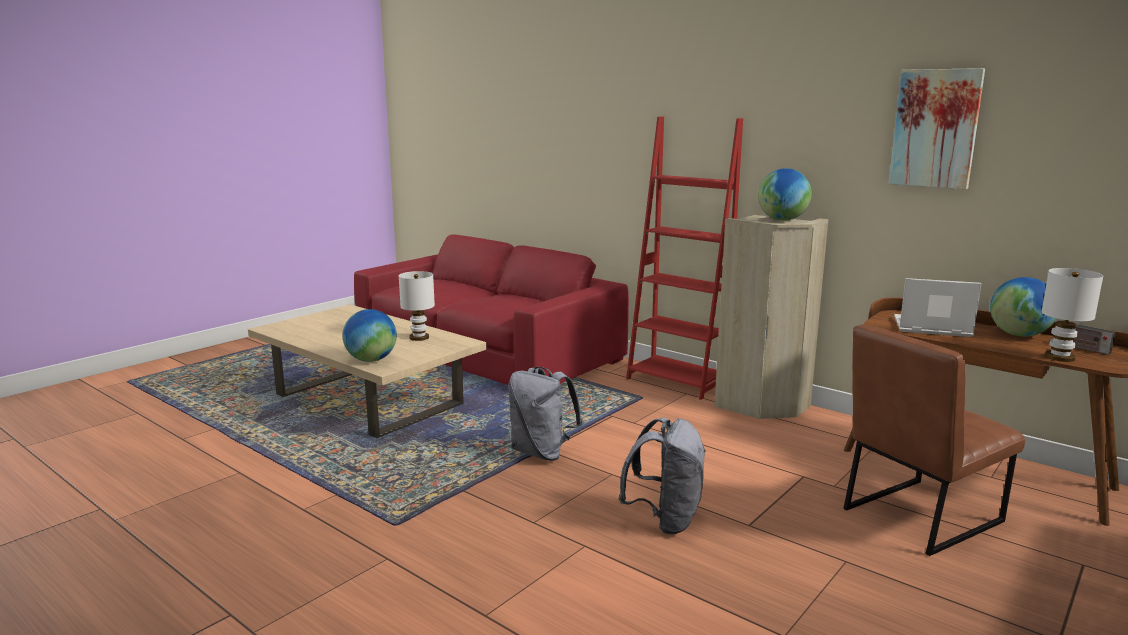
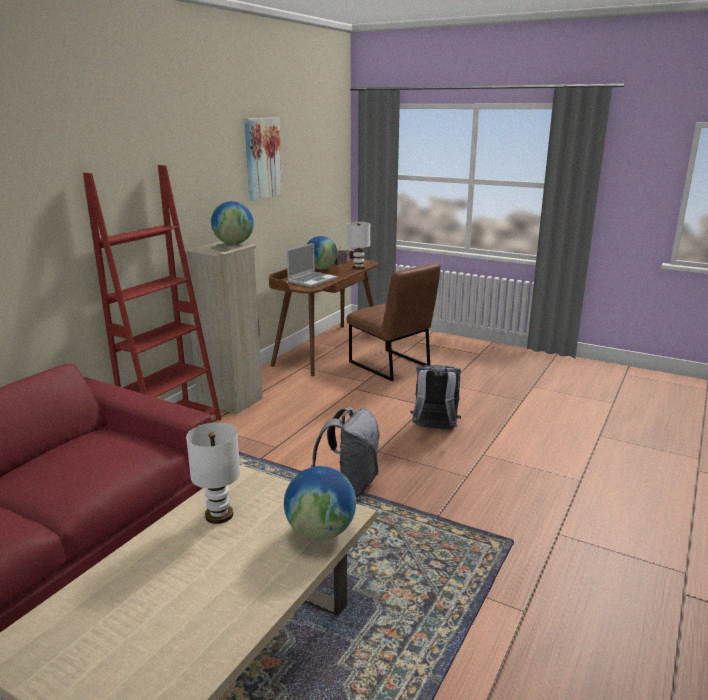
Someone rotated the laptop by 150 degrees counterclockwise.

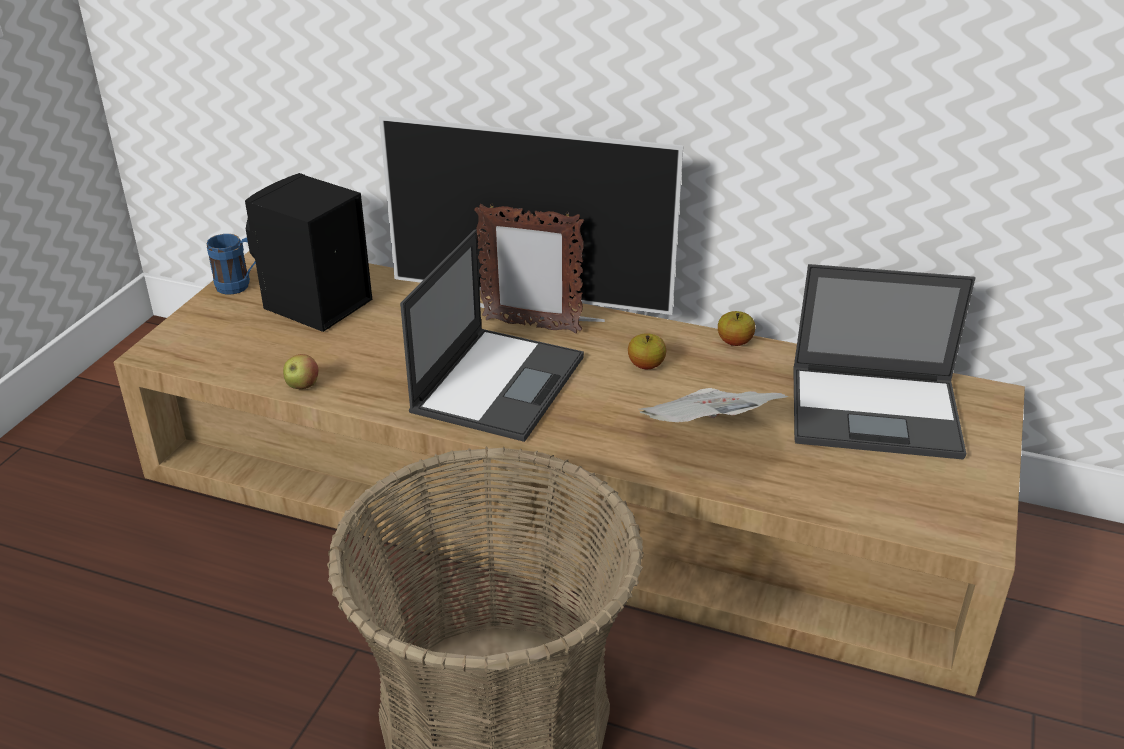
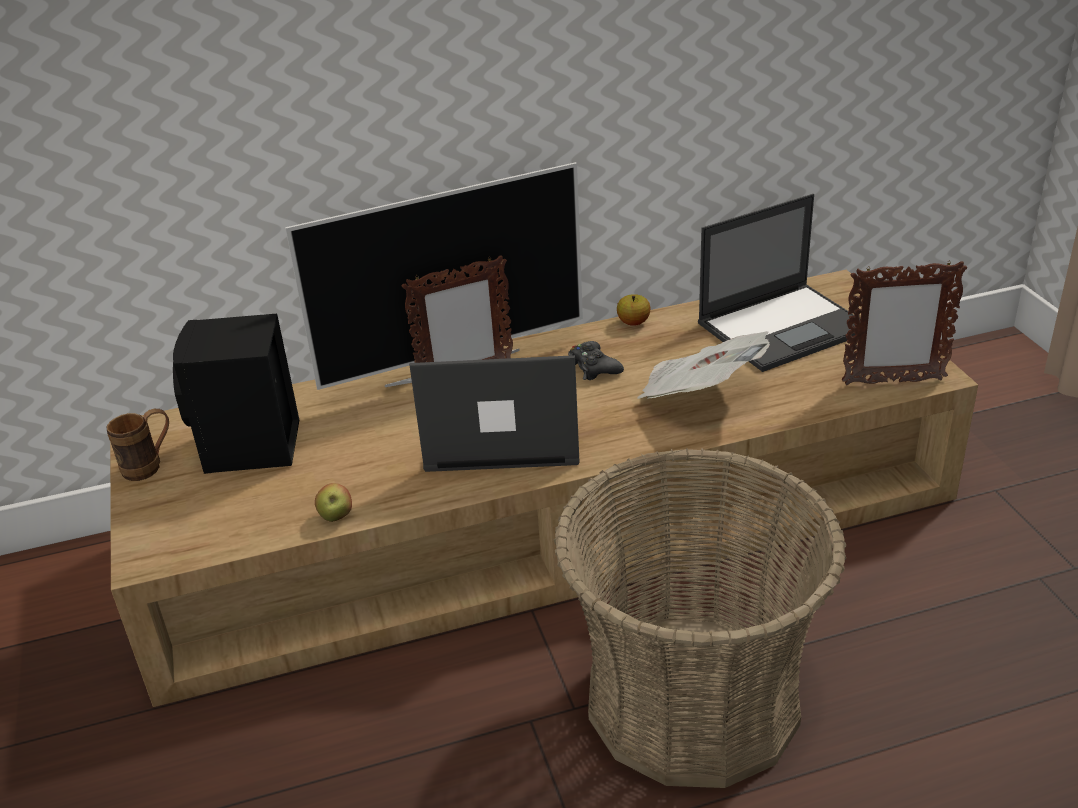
Someone repainted the mug (blue), which became the mug (brown).
Someone rotated the laptop (1st from left) by 75 degrees counterclockwise.
Someone swapped the apple (2nd from left) for the game controller (black).
Someone put down the picture frame (2nd from left).

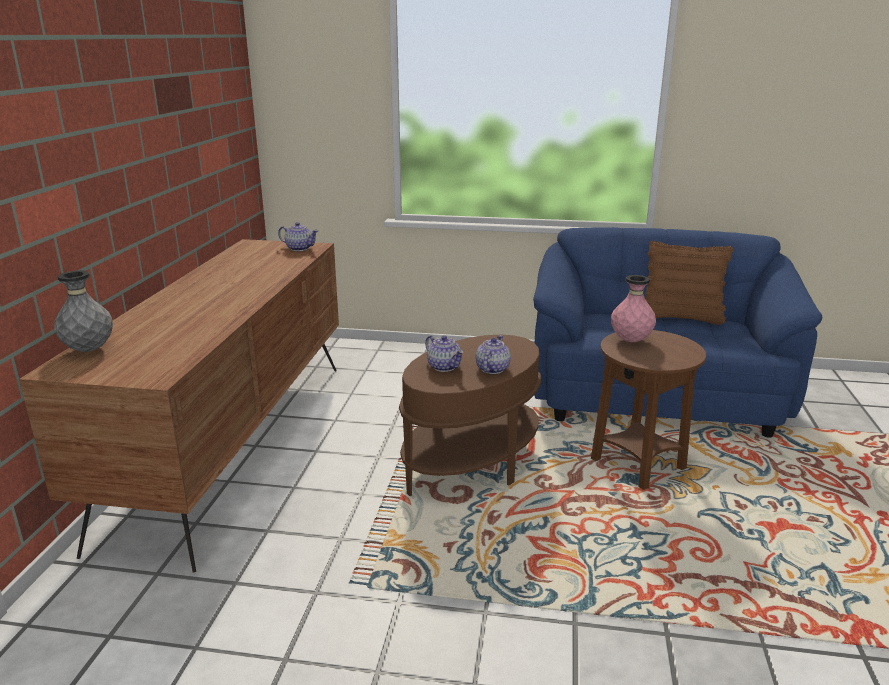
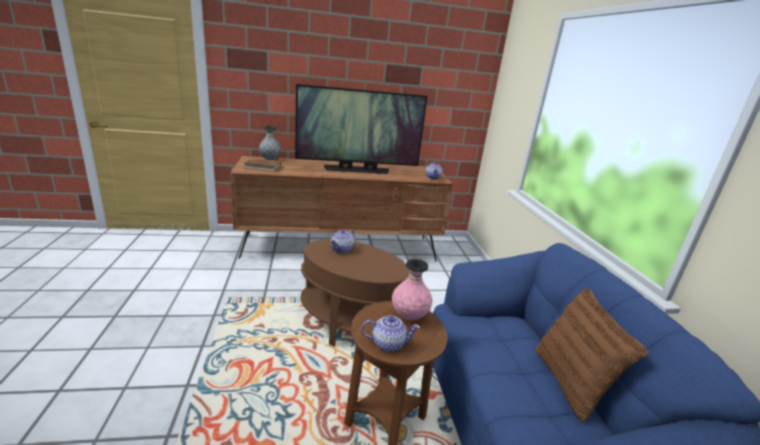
Someone carried the teapot (3rd from left in the first image).
Someone put down the book (brown).
Someone put down the television.

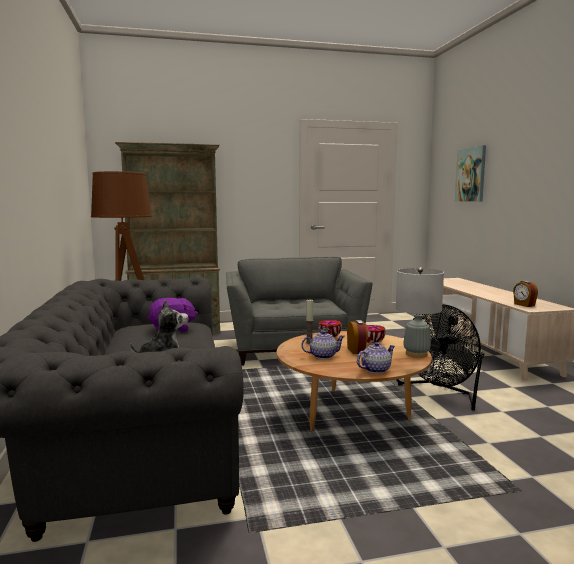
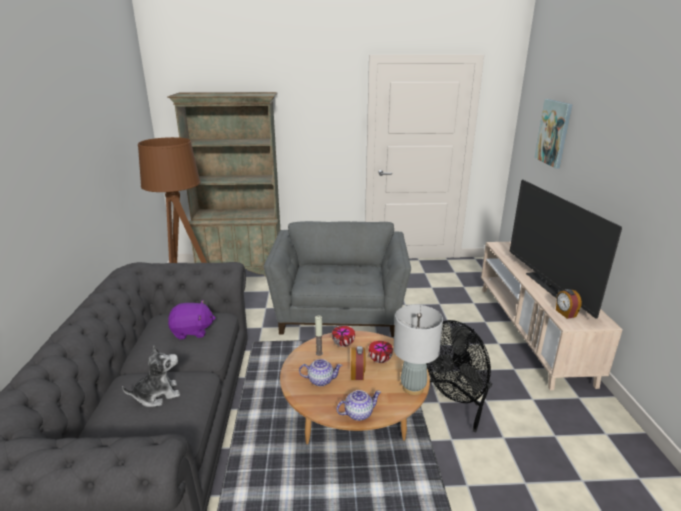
Someone put down the television.

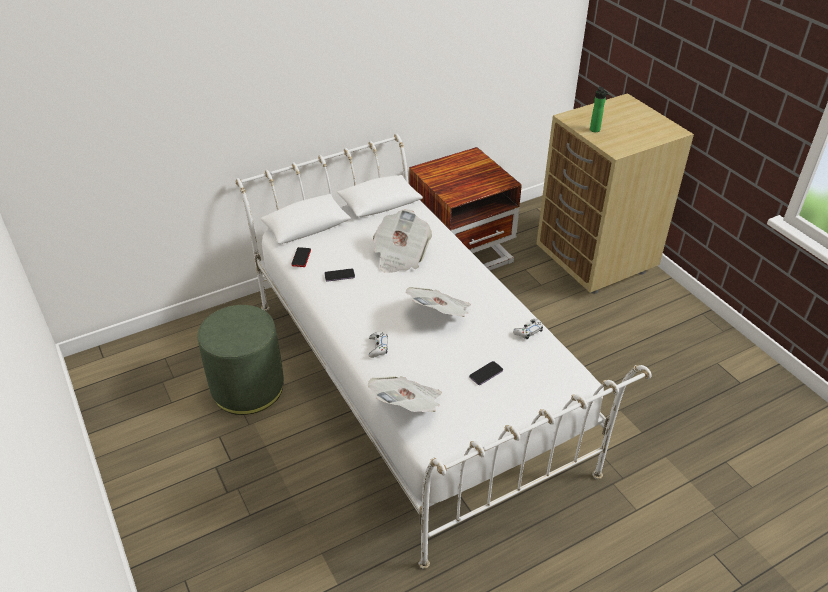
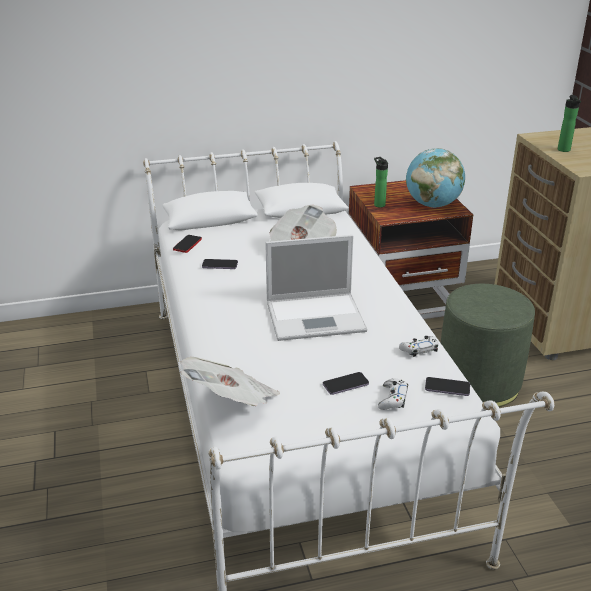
Someone carried the ottoman (green).
Someone carried the game controller (white) (1st from left).
Someone swapped the newspaper (3rd from left) for the laptop.
Someone put down the bottle (1st from left).
Someone put down the globe.
Someone put down the phone (4th from left).

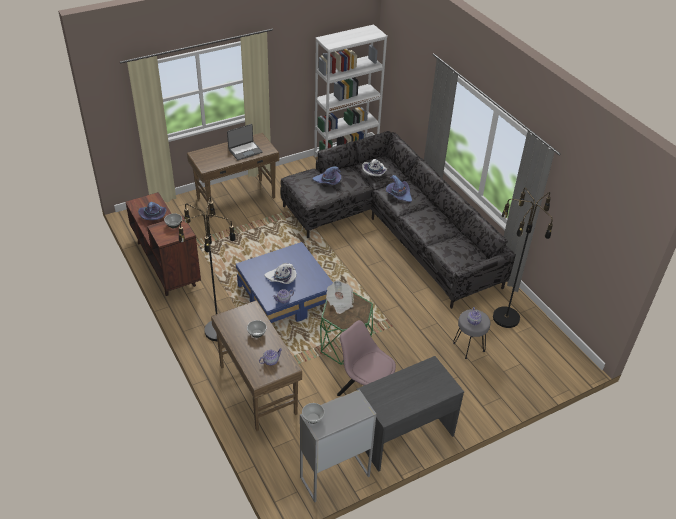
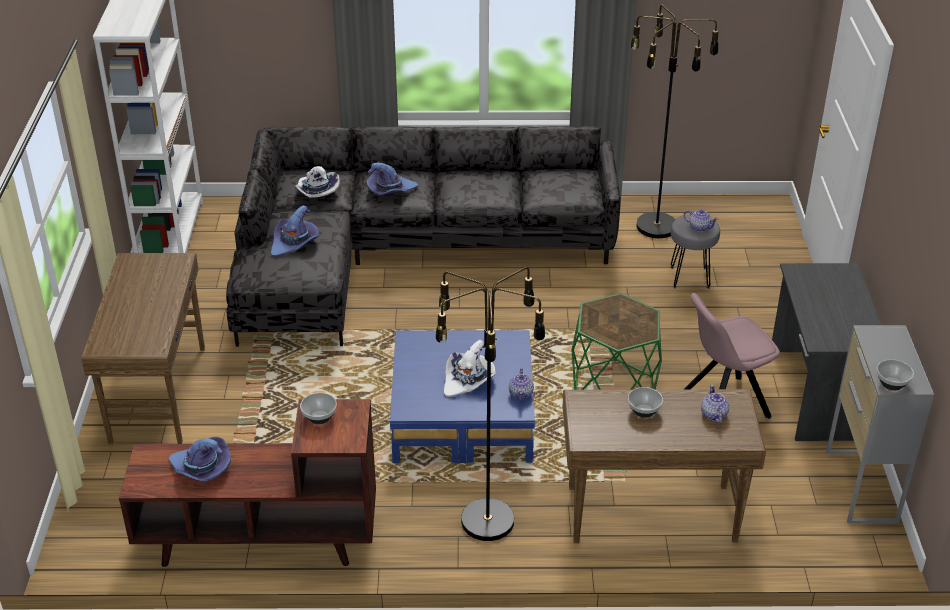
Someone took away the laptop.
Someone took away the newspaper.

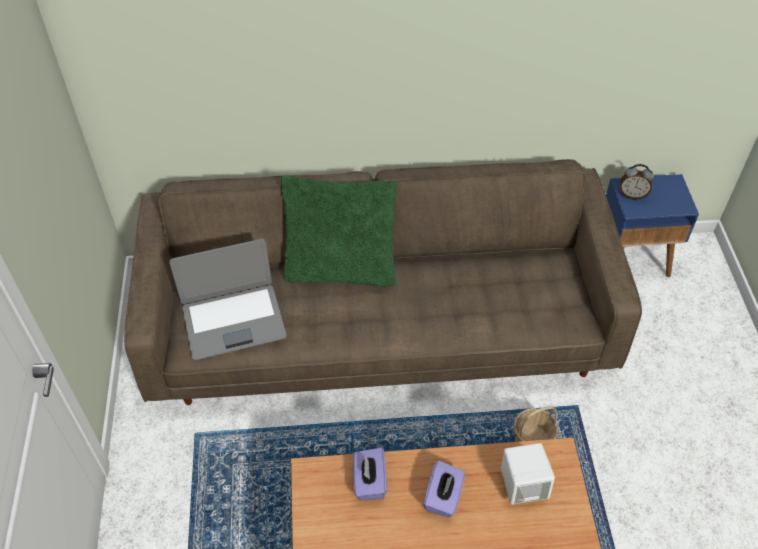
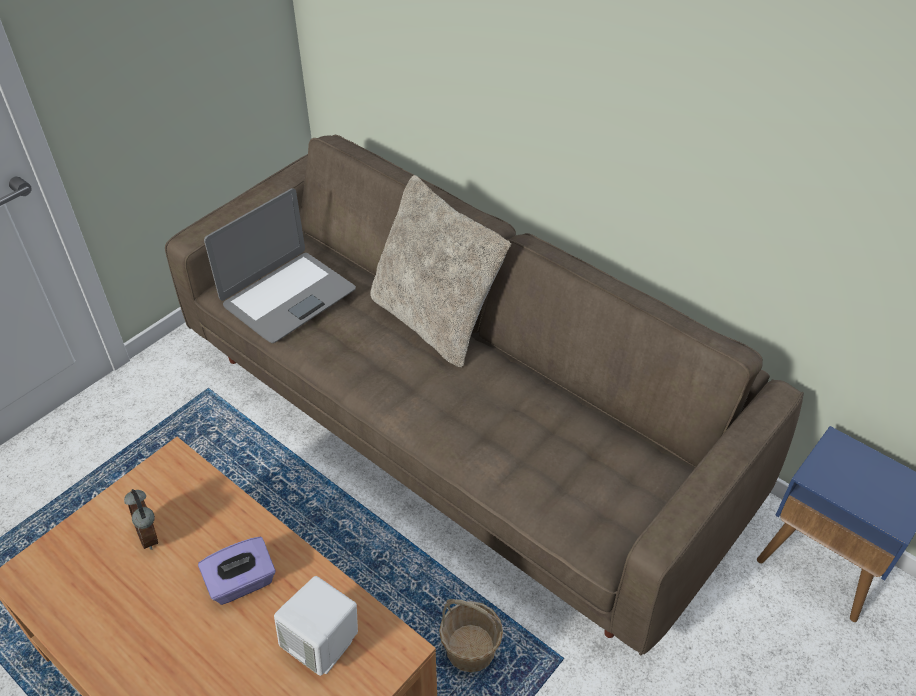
Someone rotated the laptop by 75 degrees counterclockwise.
Someone repainted the pillow (green), which became the pillow (beige).
Someone took away the tissue box (purple) (1st from left).
Someone carried the alarm clock.

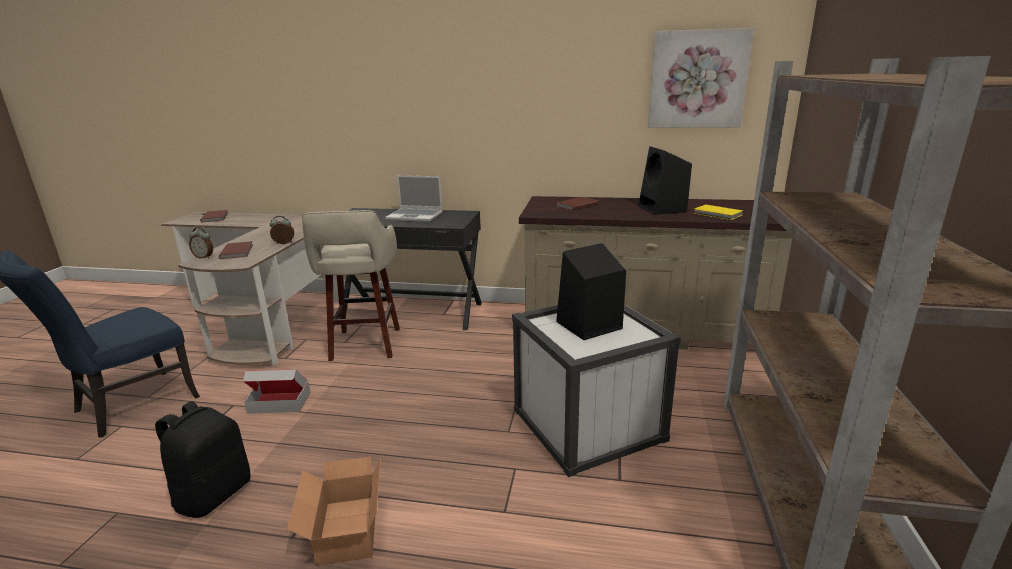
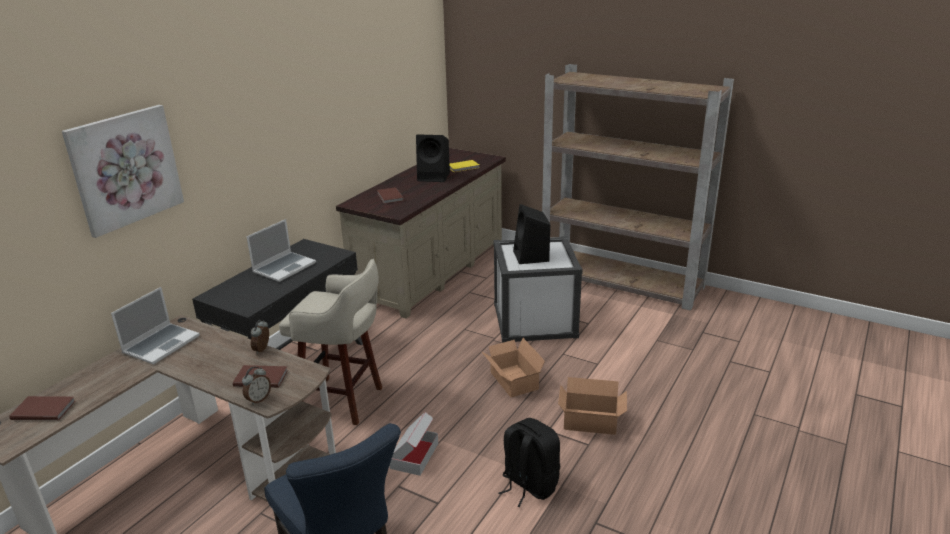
Someone carried the picture.
Someone put down the laptop (1st from left).
Someone put down the cardboard box (2nd from left).

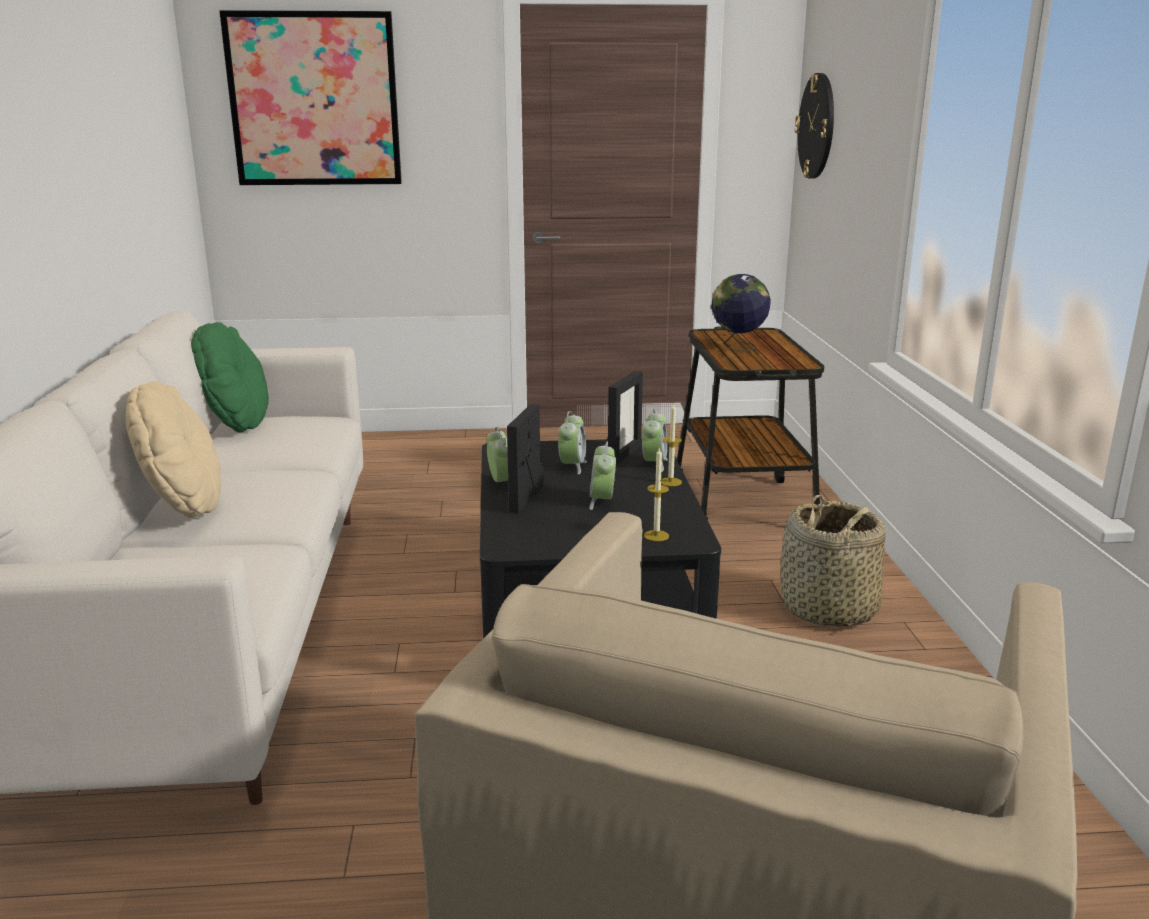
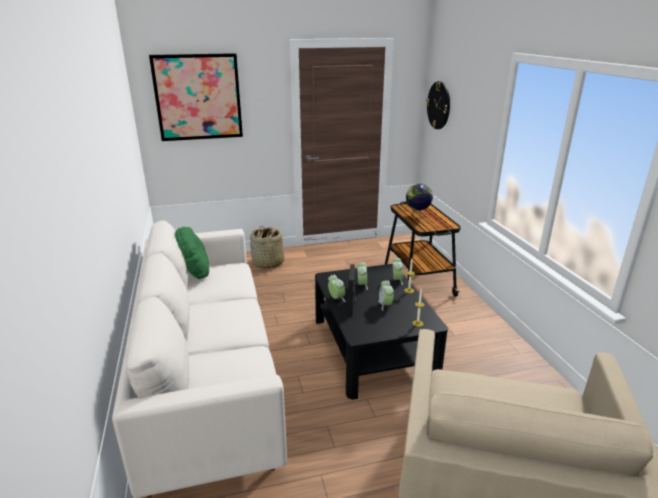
Someone took away the pillow (beige).
Someone took away the picture frame (2nd from left).
Someone carried the basket.

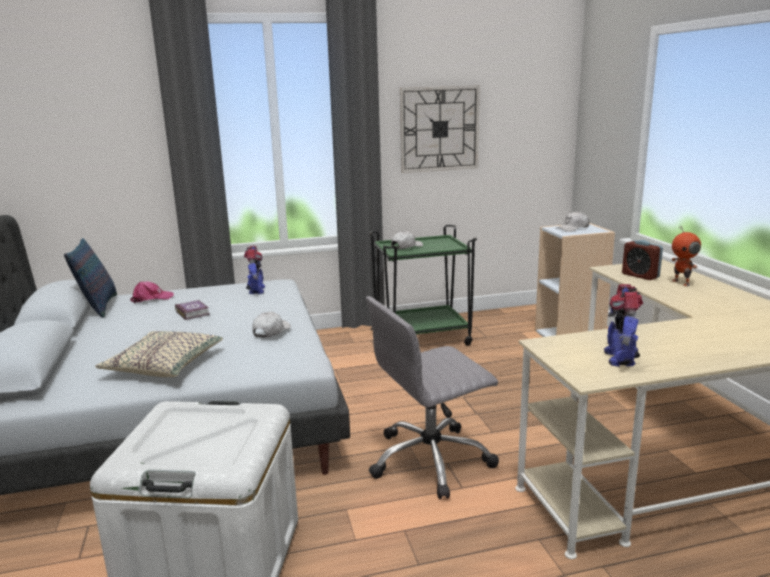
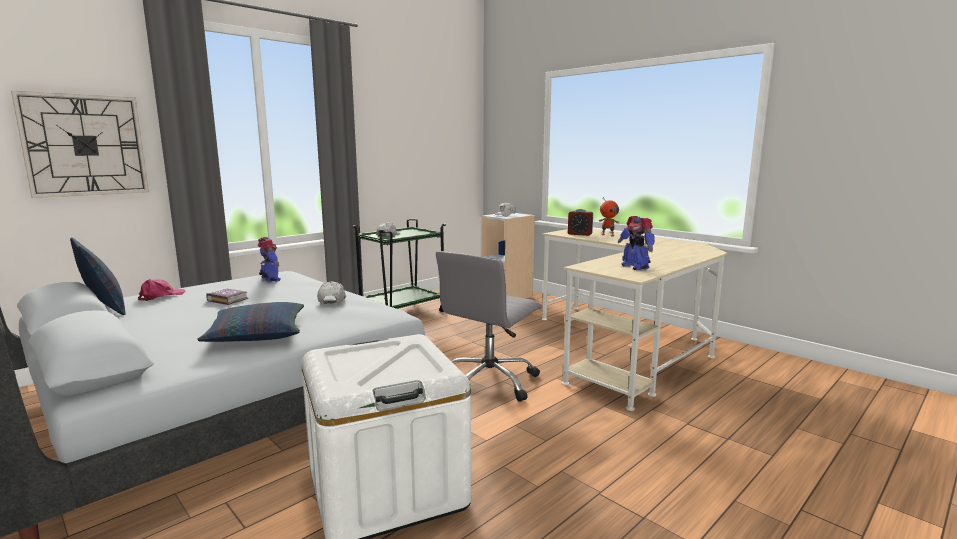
Someone repainted the pillow (beige), which became the pillow (blue) (2nd from left).
Someone carried the wall clock.

